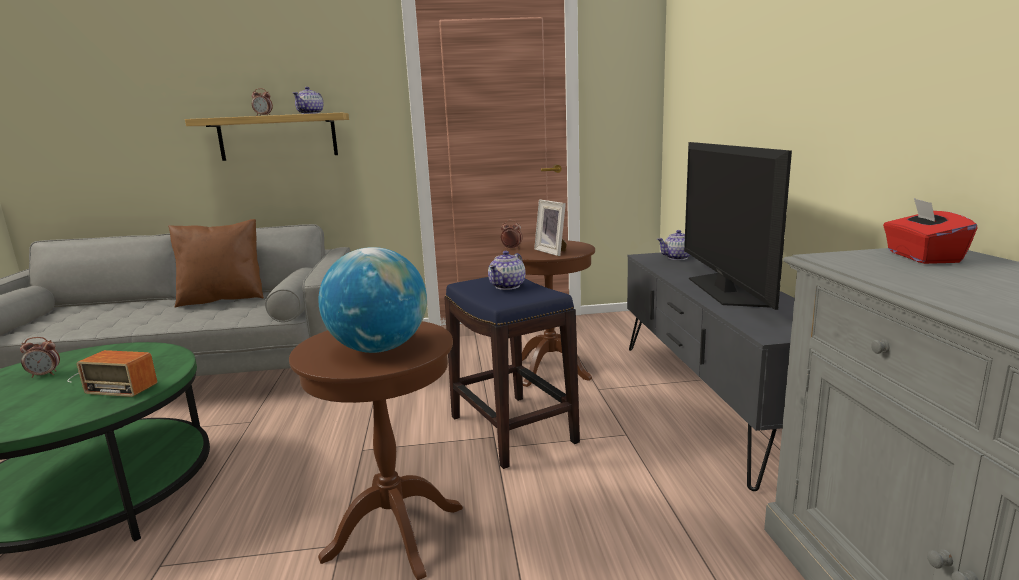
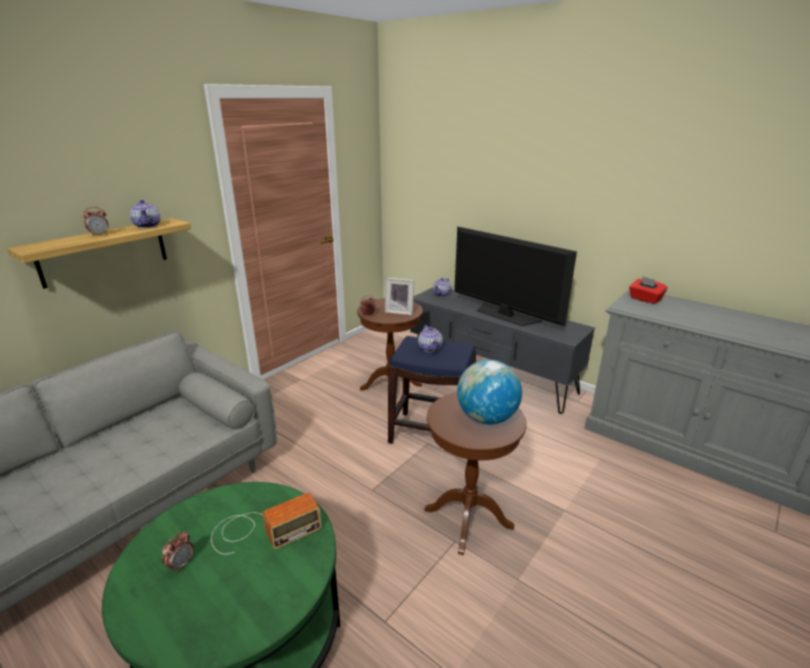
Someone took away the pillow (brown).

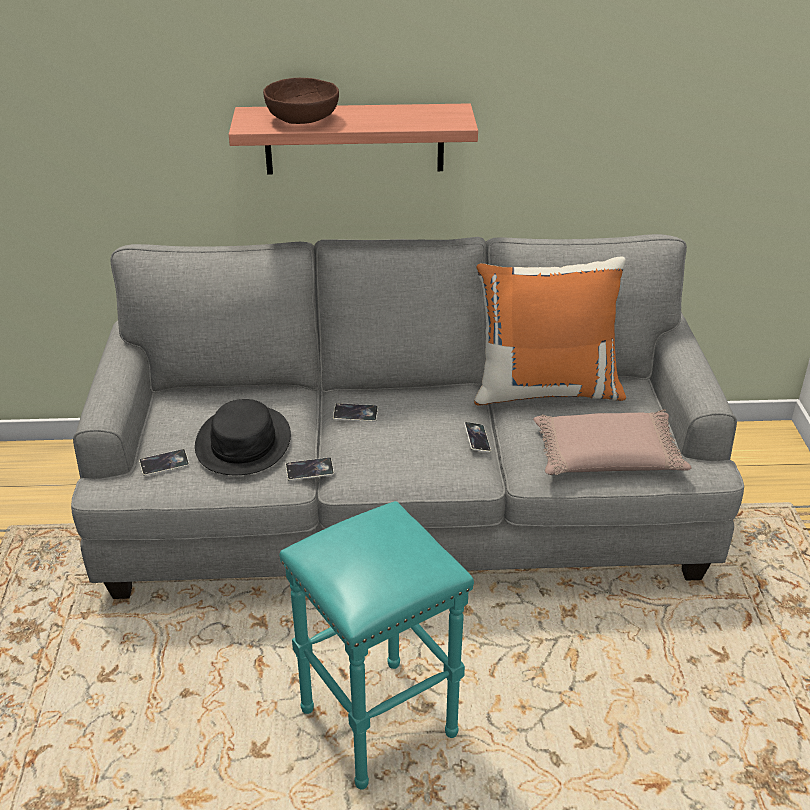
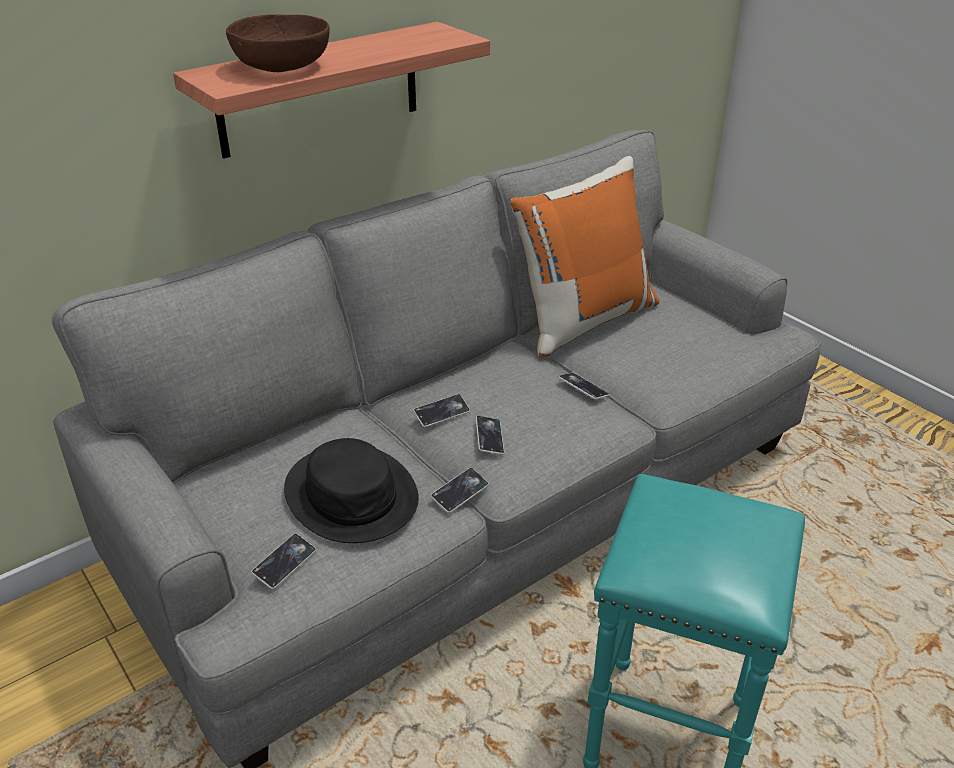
Someone took away the pillow (beige).
Someone put down the phone (4th from left).

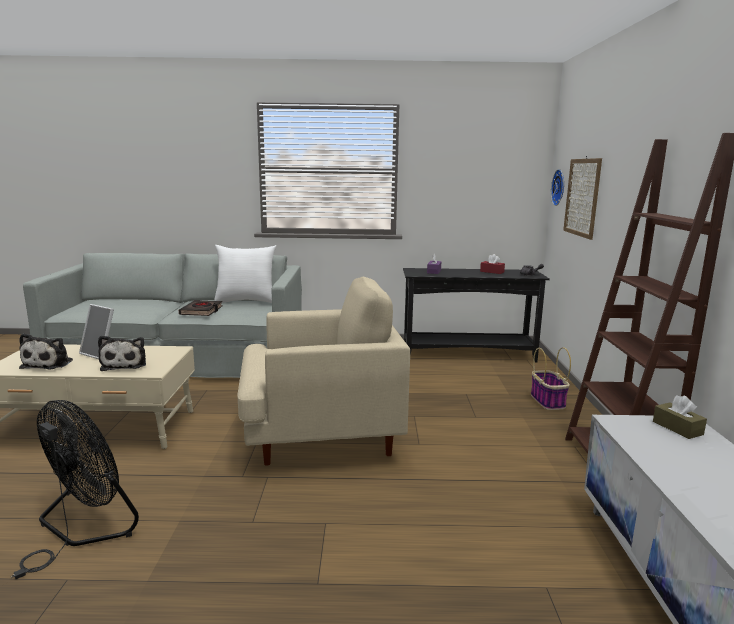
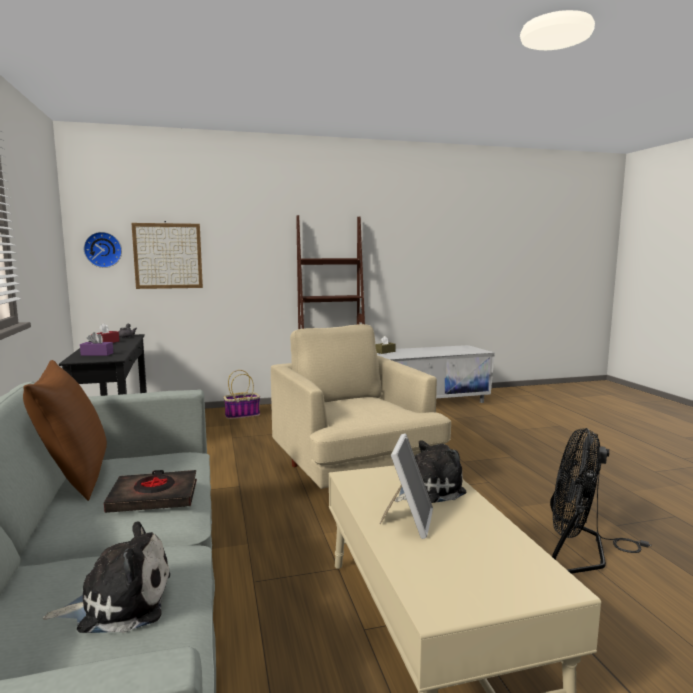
Someone carried the plush toy (1st from left).
Someone repainted the pillow (white), which became the pillow (brown).

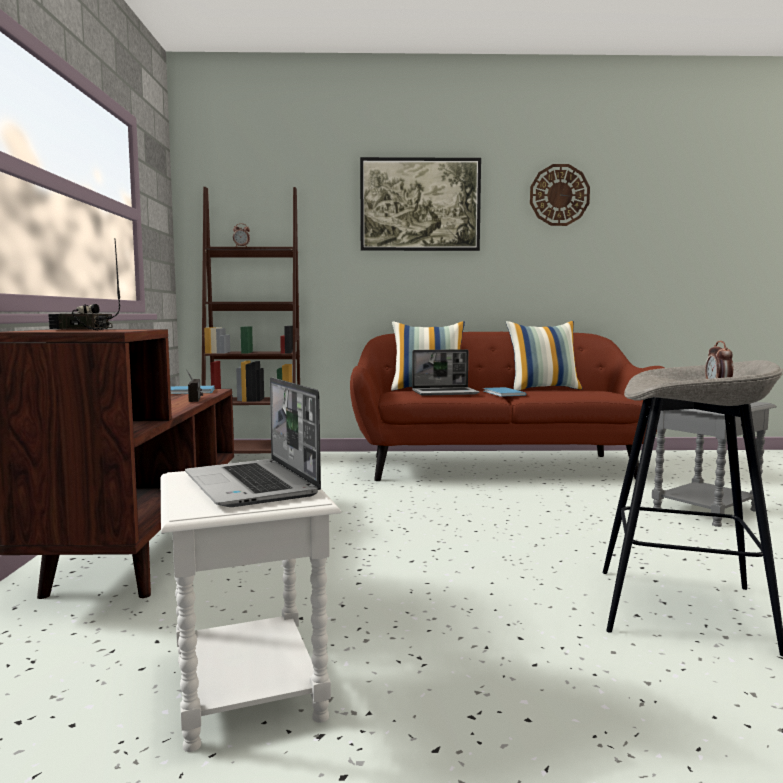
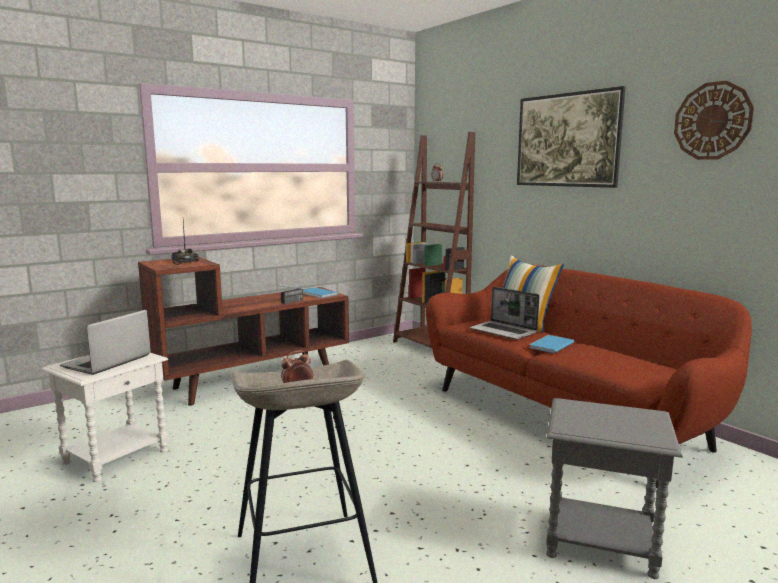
Someone took away the pillow (2nd from left).

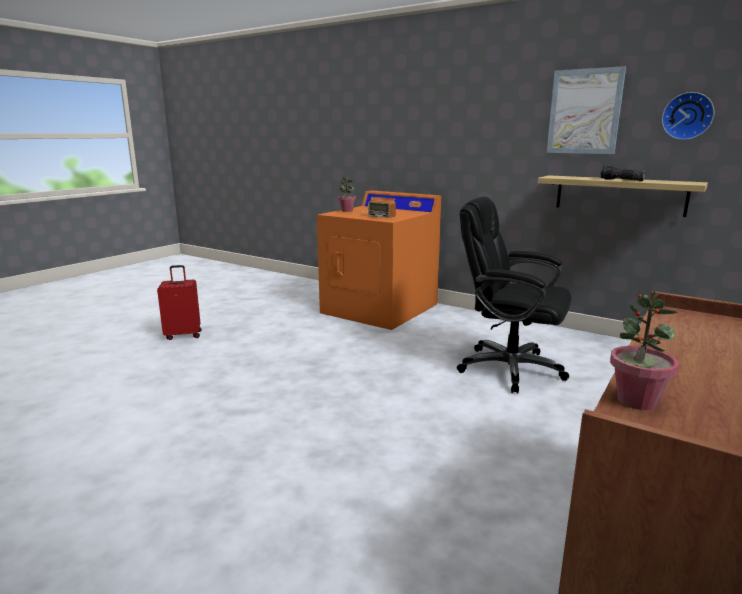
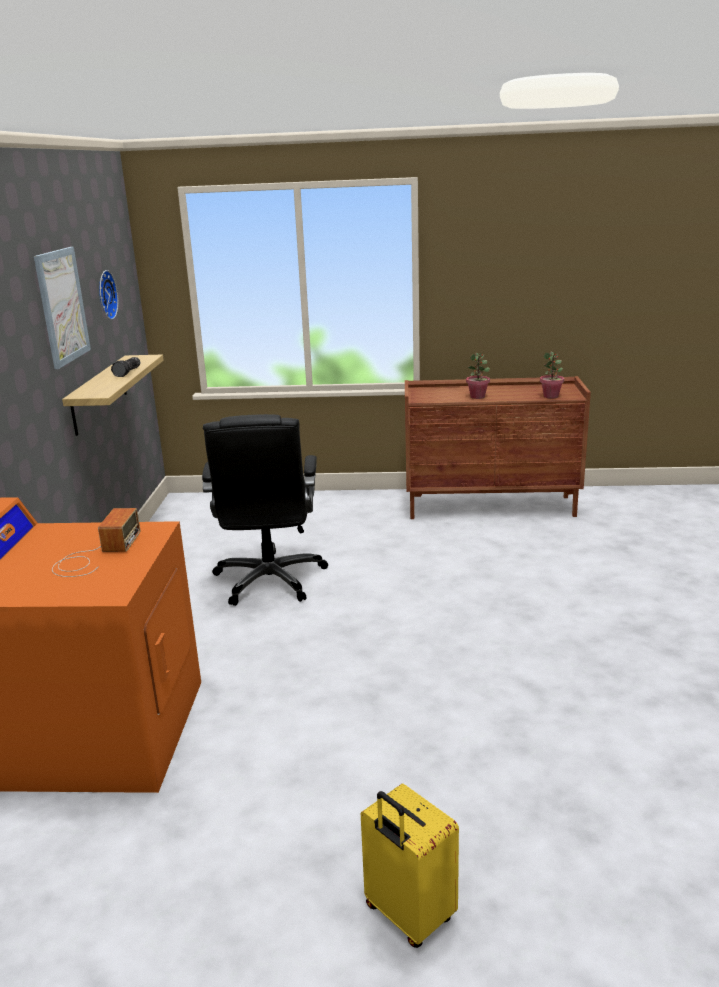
Someone repainted the suitcase (red), which became the suitcase (yellow).
Someone carried the potted plant (1st from left).

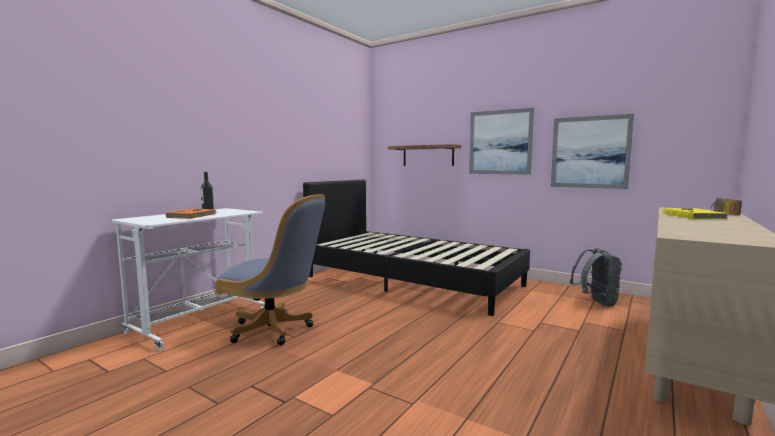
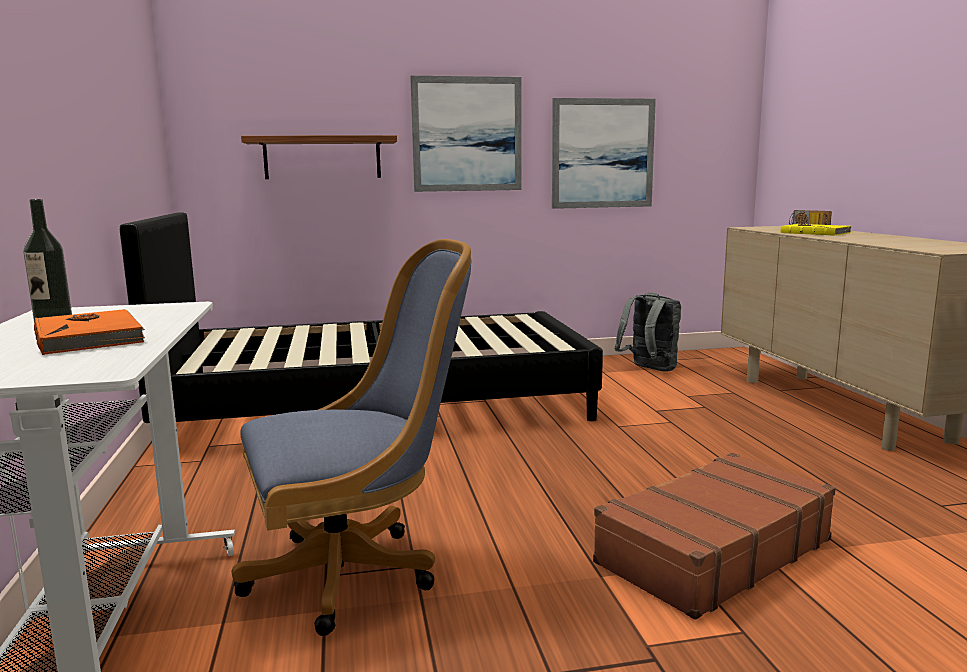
Someone put down the suitcase (brown).

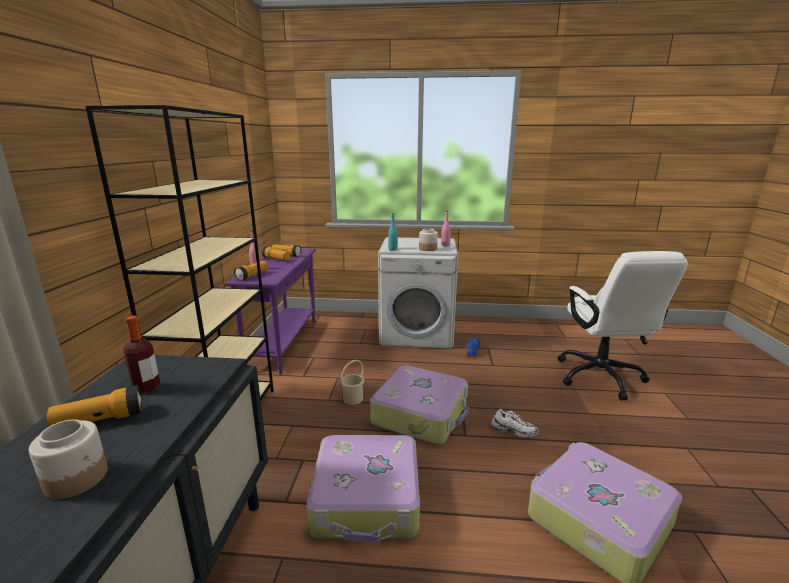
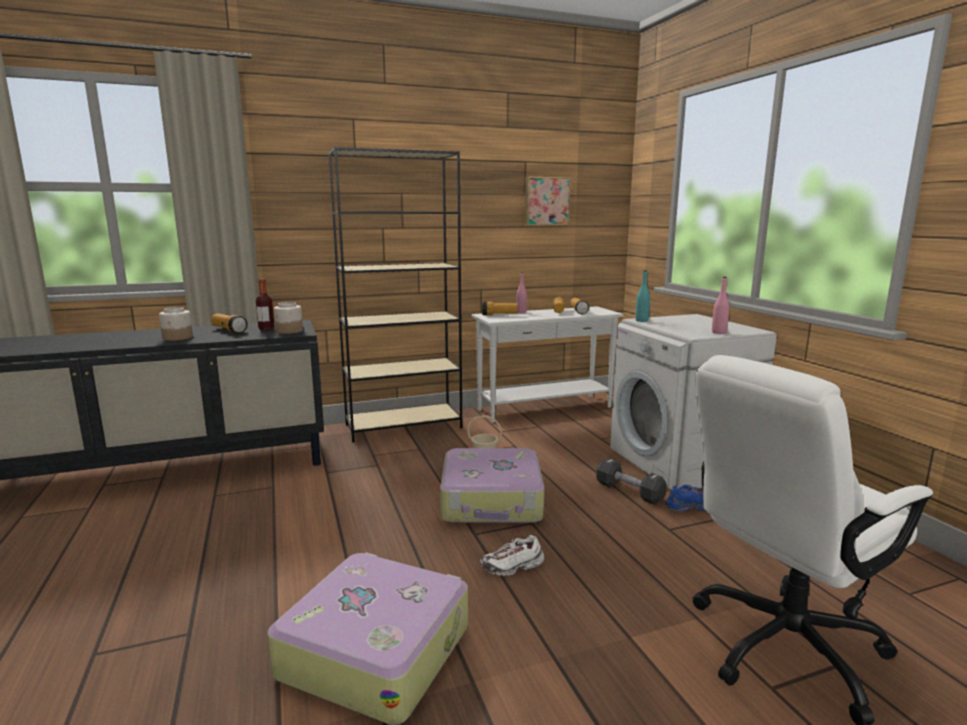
Someone repainted the console table (purple), which became the console table (white).
Someone took away the suitcase (1st from left).
Someone carried the jar (2nd from left).
Someone rotated the shoe (white) by 75 degrees clockwise.
Someone put up the picture.
Someone put down the dumbbell (black).

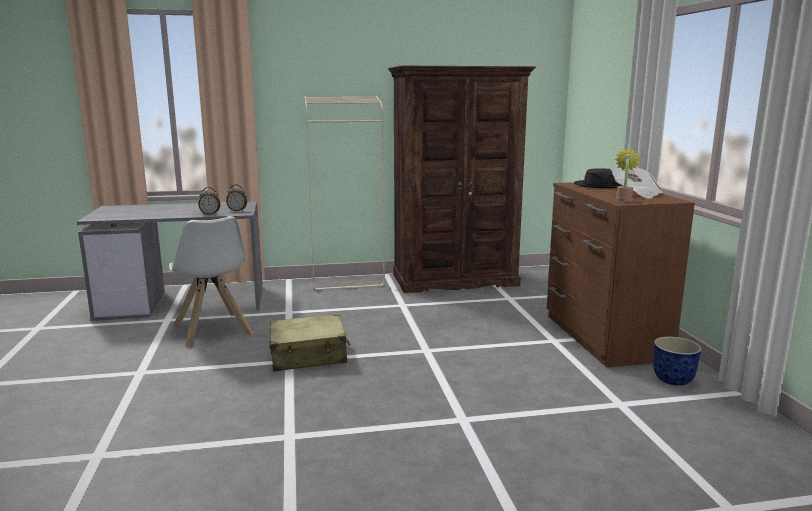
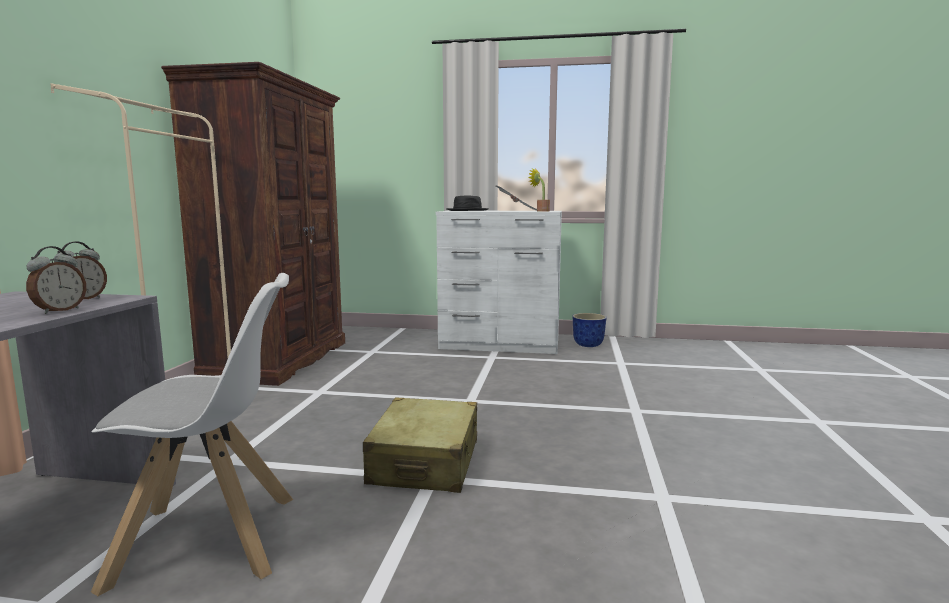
Someone repainted the dresser (brown), which became the dresser (white).

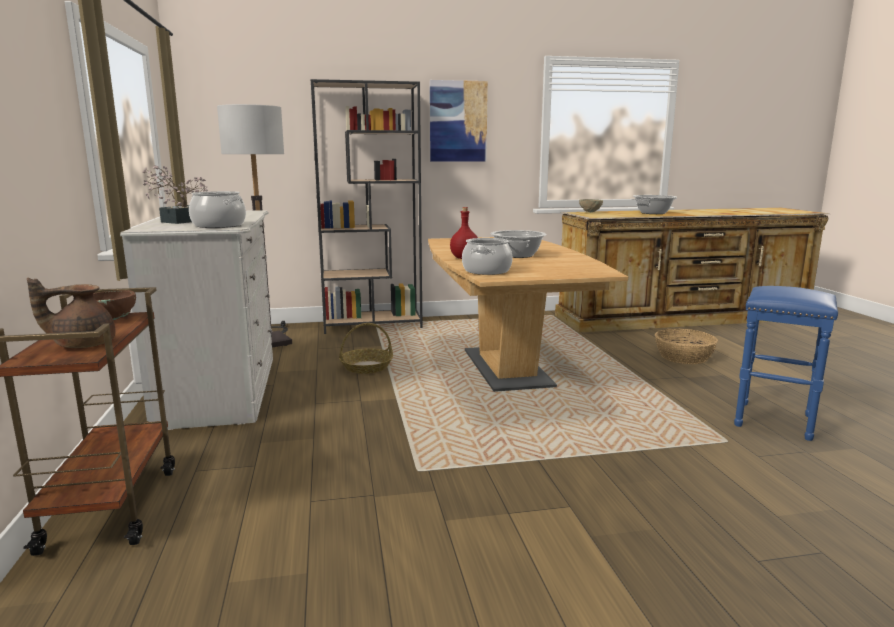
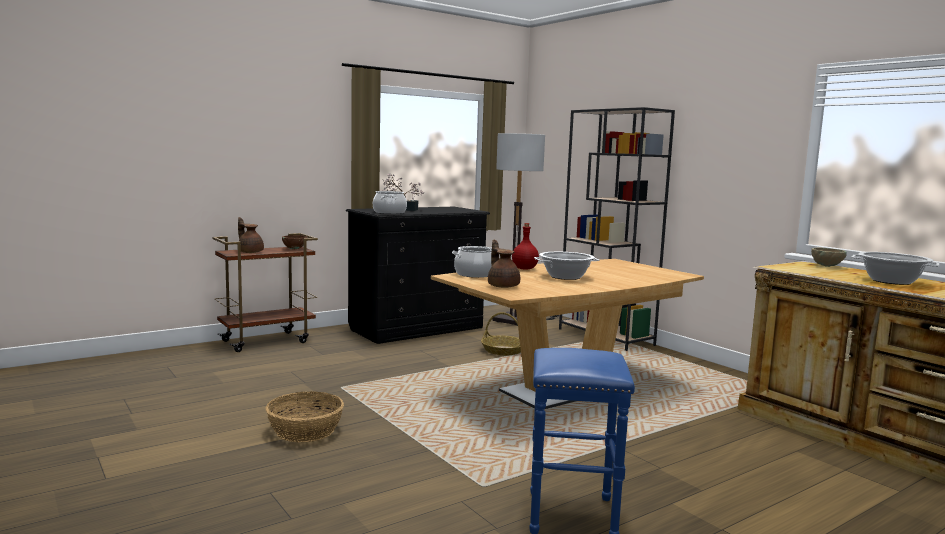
Someone repainted the dresser (white), which became the dresser (black).
Someone took away the picture.
Someone carried the basket (2nd from left in the first image).
Someone put down the teapot (brown) (2nd from left).

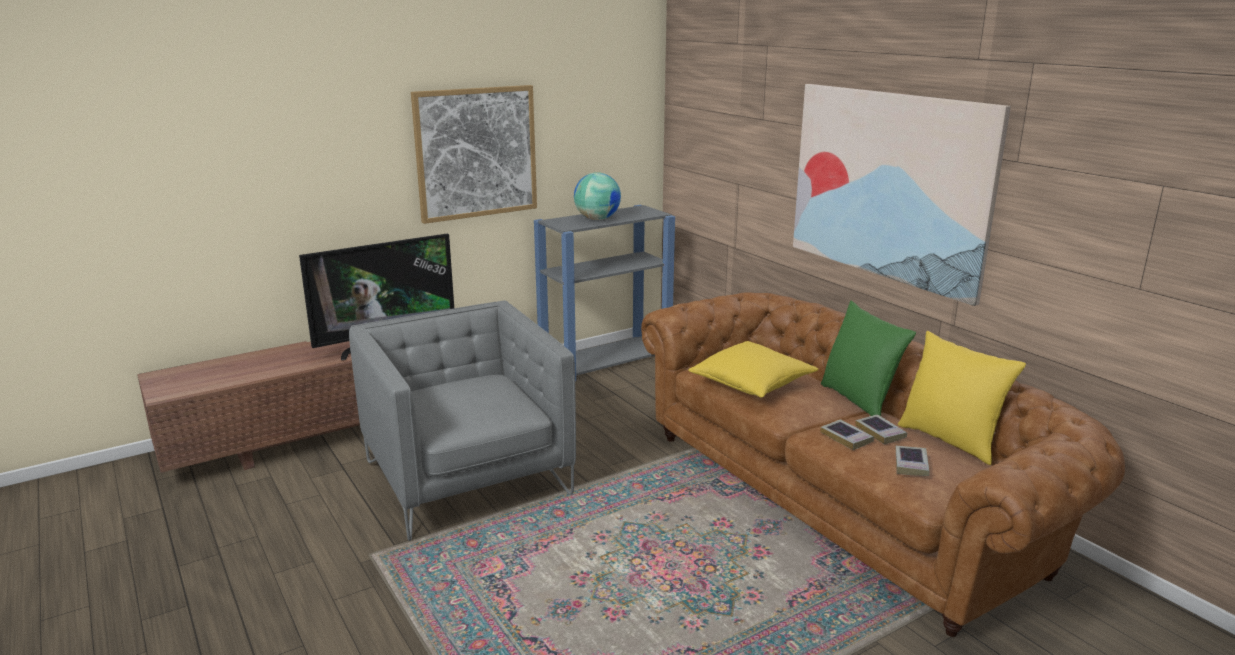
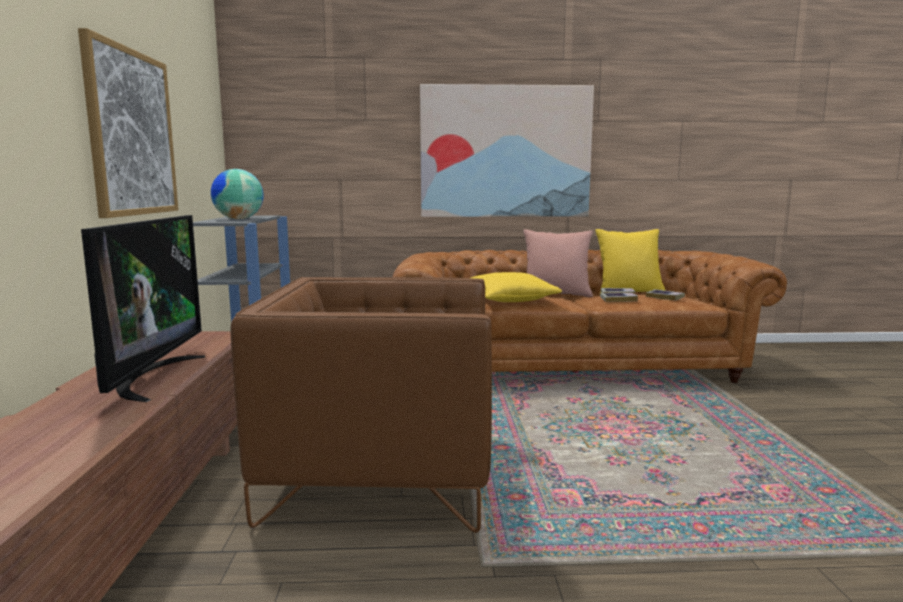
Someone repainted the armchair (grey), which became the armchair (brown).
Someone repainted the pillow (green), which became the pillow (pink).

